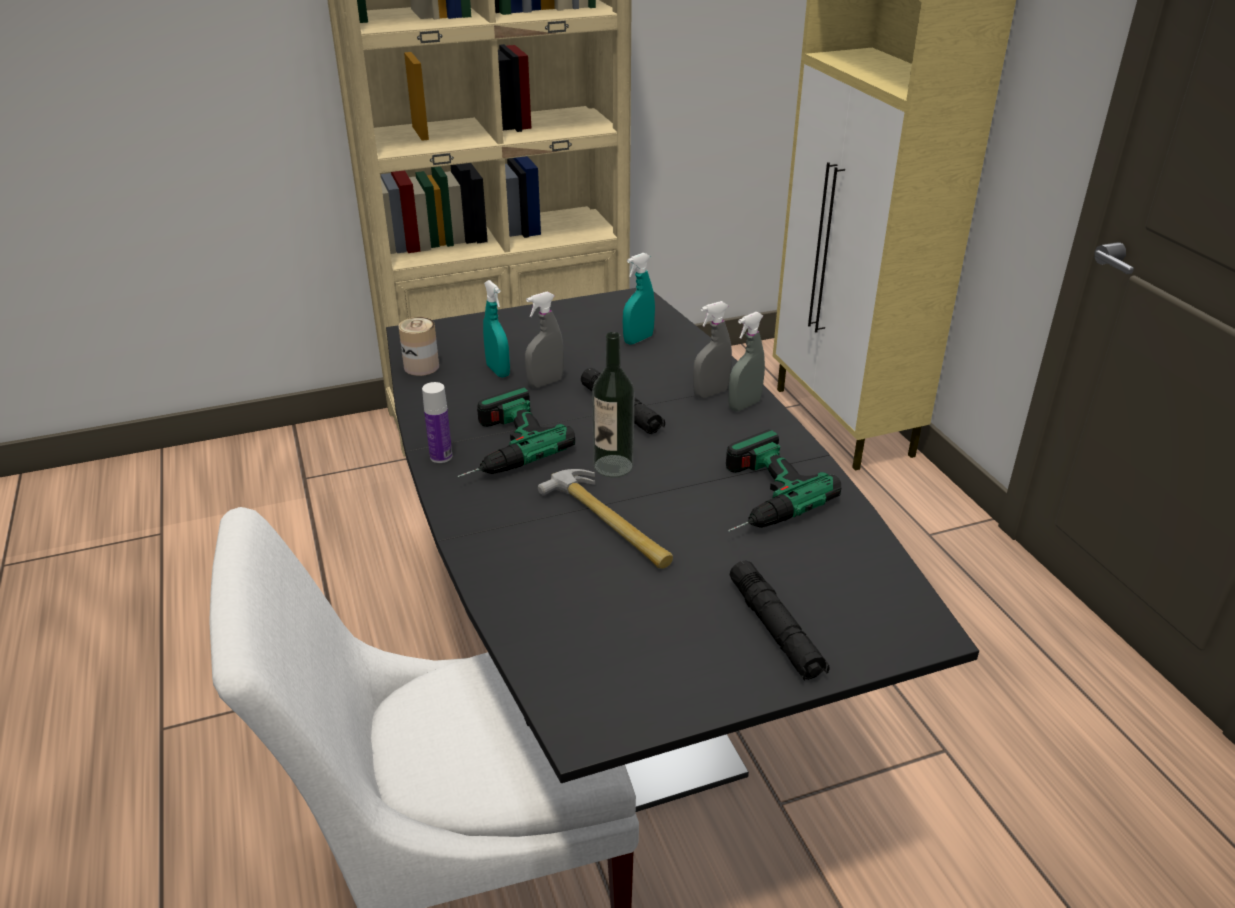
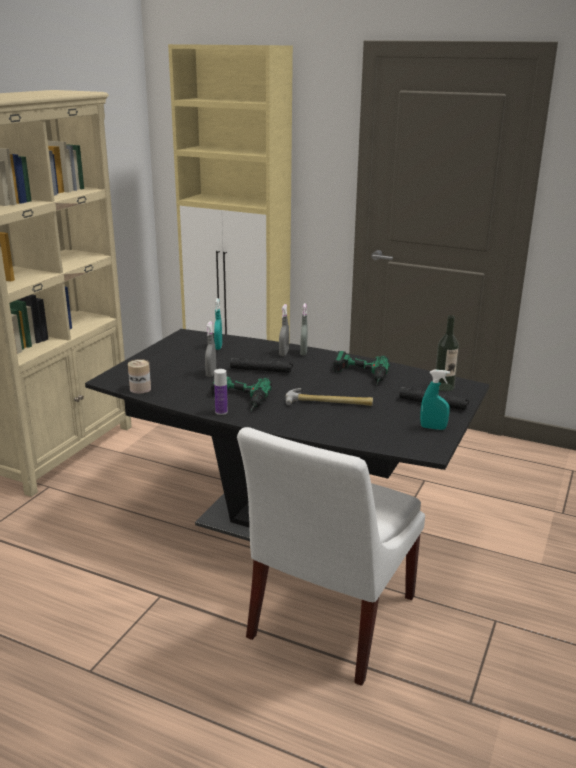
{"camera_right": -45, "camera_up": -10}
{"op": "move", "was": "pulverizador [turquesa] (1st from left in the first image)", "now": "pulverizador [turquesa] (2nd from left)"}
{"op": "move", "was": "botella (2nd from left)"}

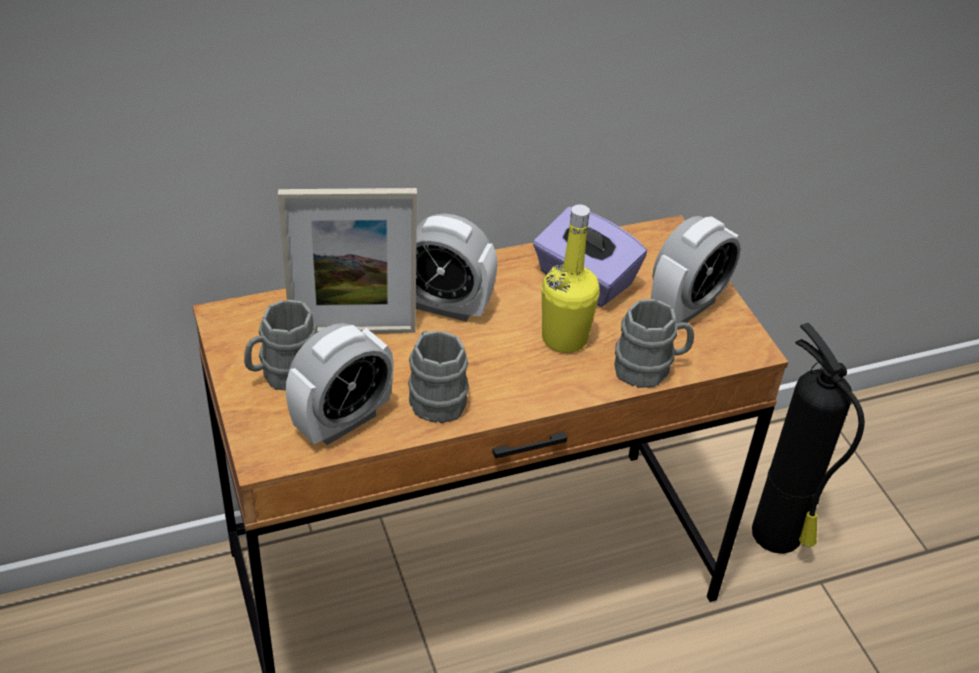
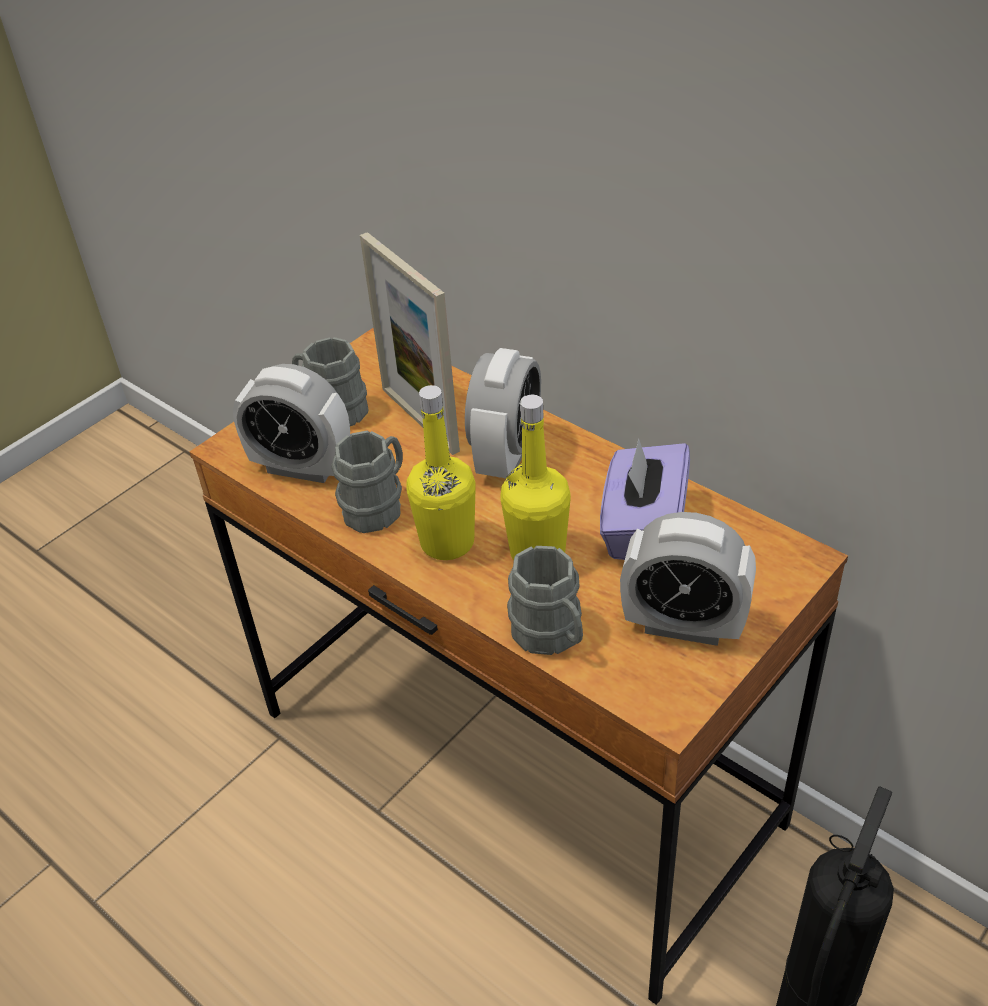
{"camera_right": 65, "camera_up": 0}
{"op": "rotate", "was": "despertador (2nd from left)", "clockwise": -150}
{"op": "insert", "now": "botella [amarillo] (1st from left)"}

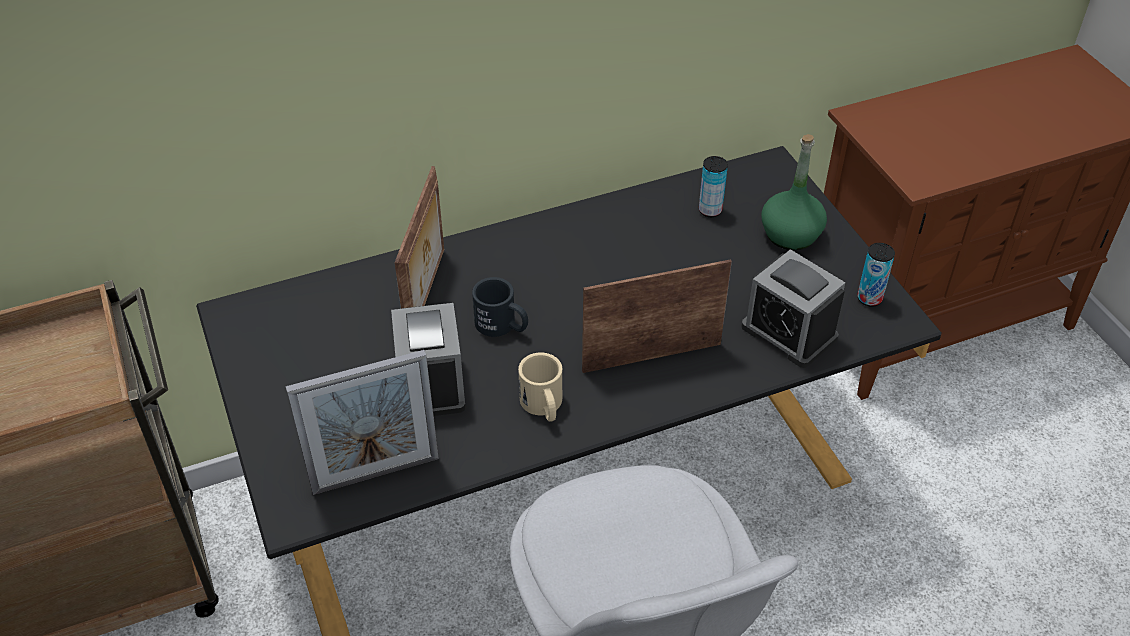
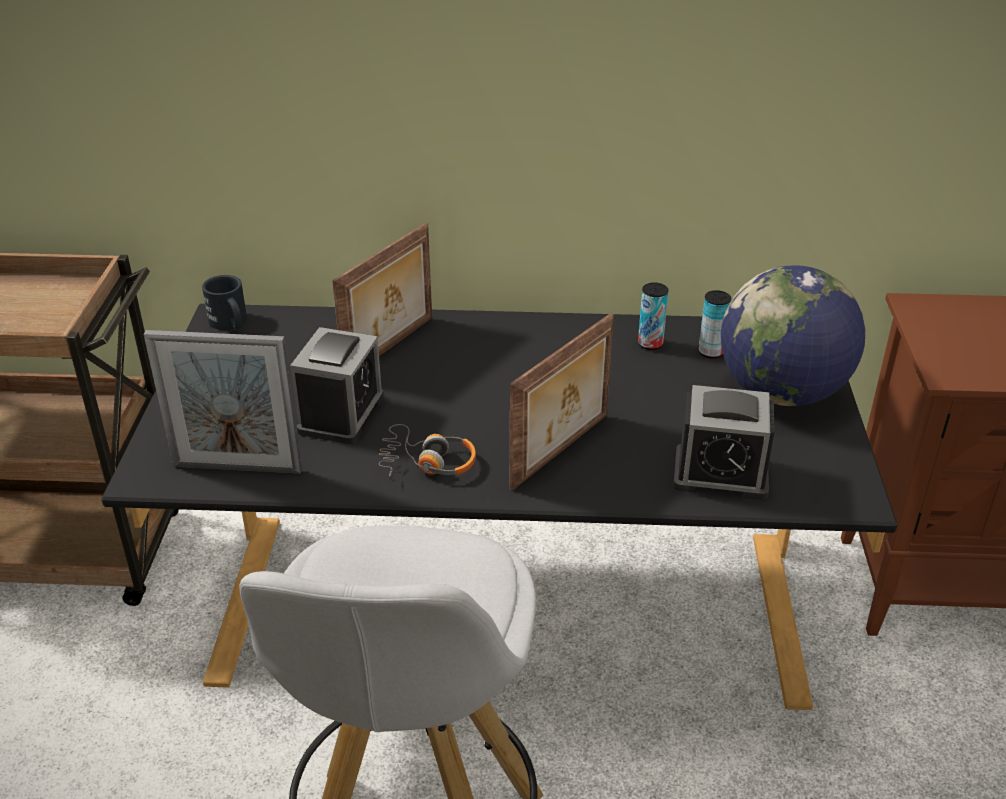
{"camera_right": 25, "camera_up": -10}
{"op": "replace", "was": "botella [verde]", "now": "globo terráqueo"}
{"op": "move", "was": "lata (2nd from left in the first image)", "now": "lata (1st from left)"}
{"op": "rotate", "was": "despertador (2nd from left)", "clockwise": -60}
{"op": "rotate", "was": "portarretratos (3rd from left)", "clockwise": 120}
{"op": "move", "was": "taza grande [negro]"}
{"op": "replace", "was": "taza grande [beis]", "now": "auriculares"}

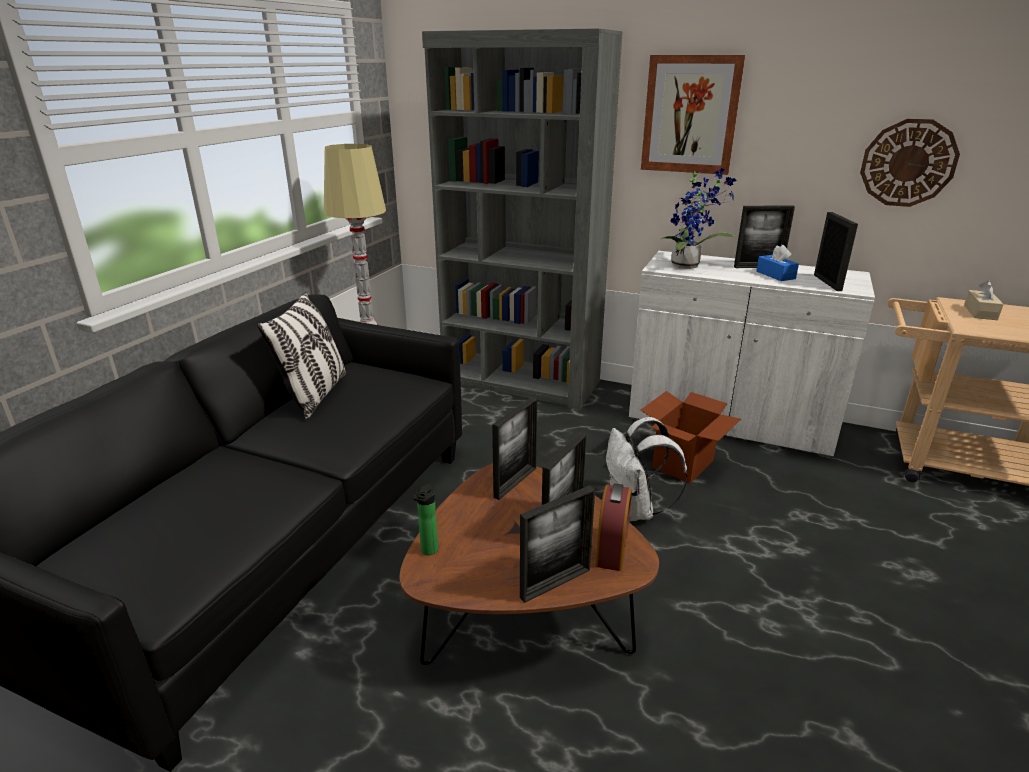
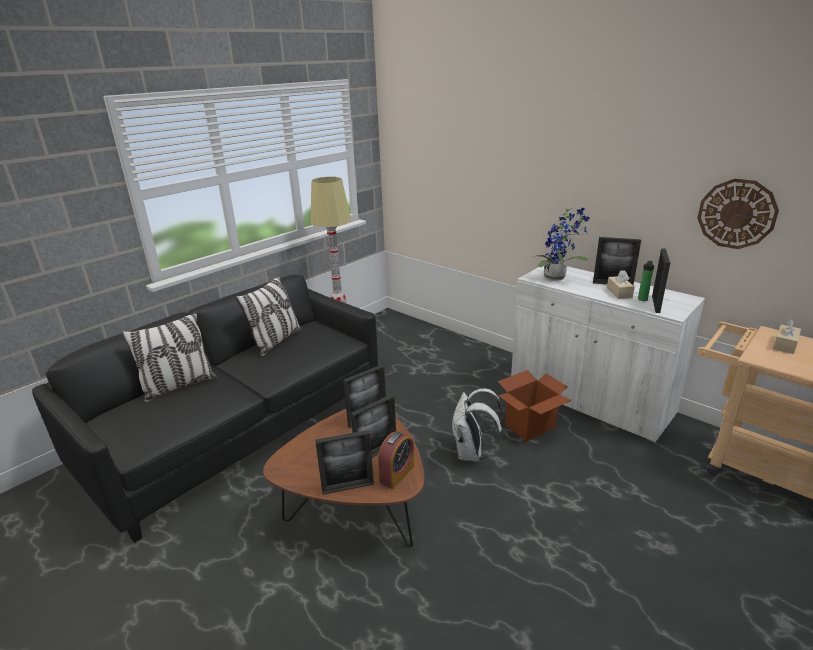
{"camera_right": 20, "camera_up": 0}
{"op": "delete", "was": "estantería [gris]"}
{"op": "delete", "was": "cuadro"}
{"op": "recolor", "was": "caja de pañuelos [azul]", "now": "caja de pañuelos [beis] (1st from left)"}
{"op": "move", "was": "botella"}
{"op": "insert", "now": "cojín (1st from left)"}

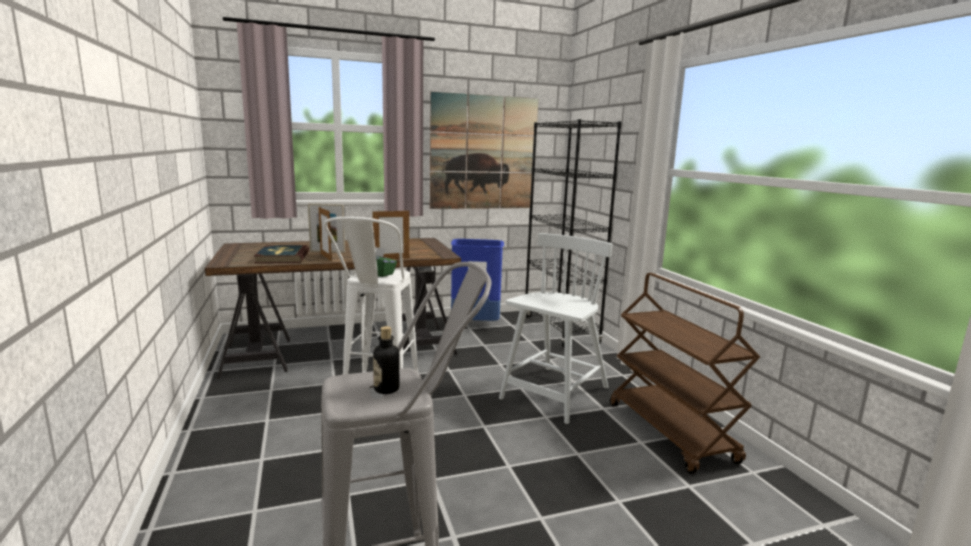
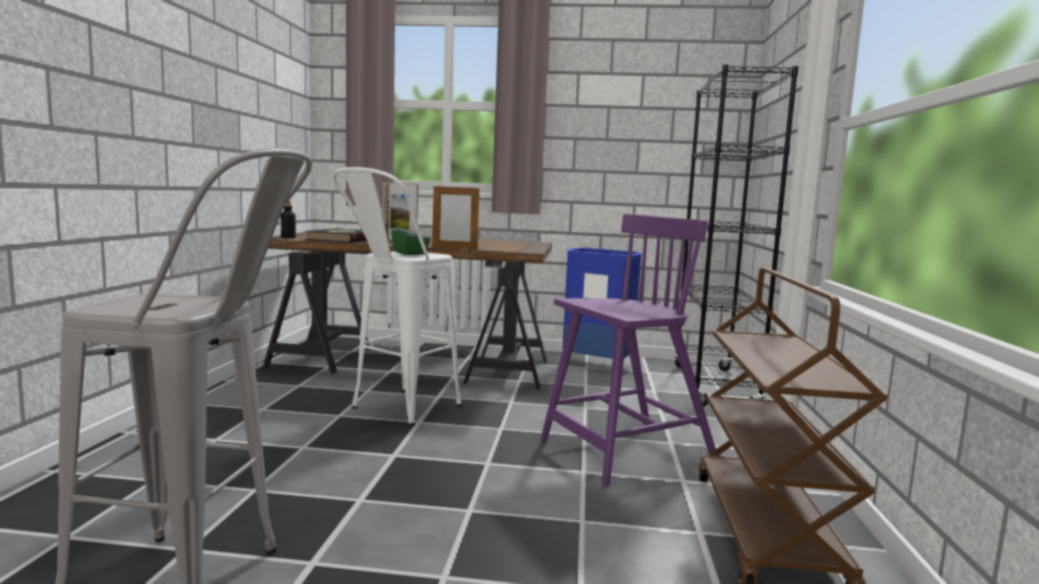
{"camera_right": 25, "camera_up": -5}
{"op": "delete", "was": "cuadro"}
{"op": "recolor", "was": "silla [blanco]", "now": "silla [morado]"}
{"op": "move", "was": "botella"}

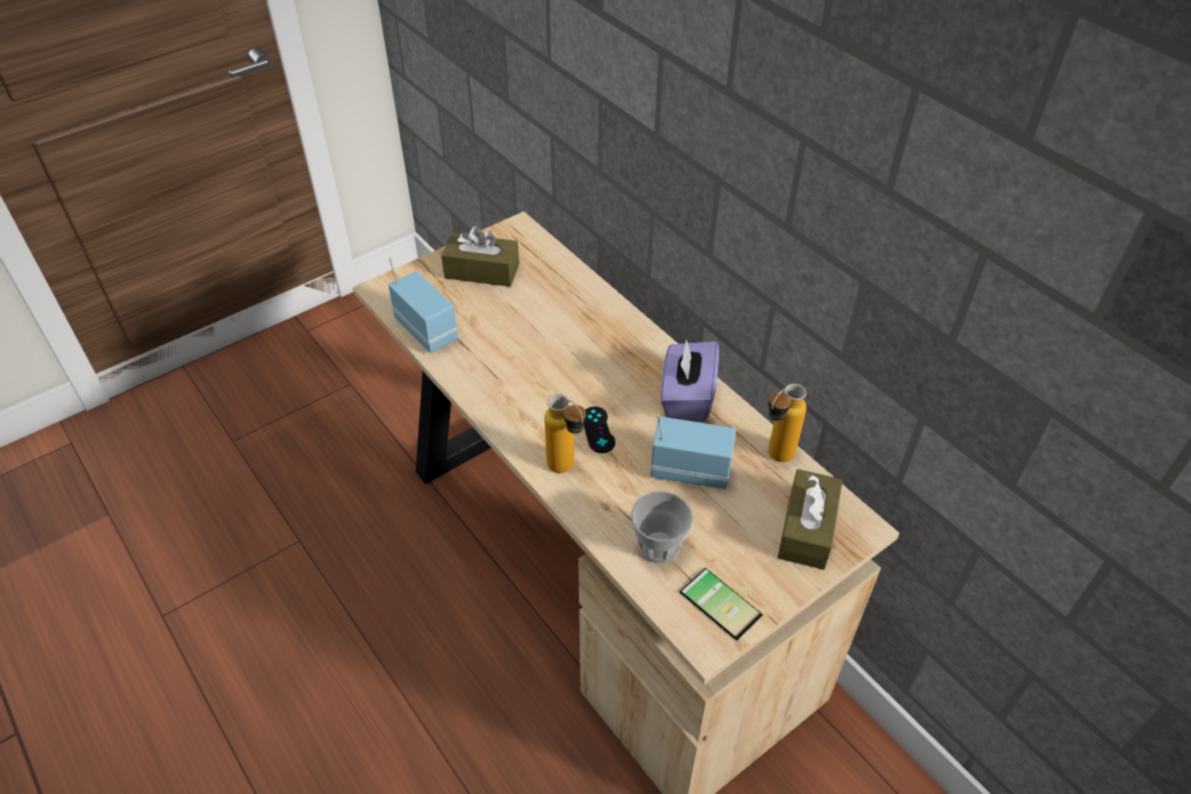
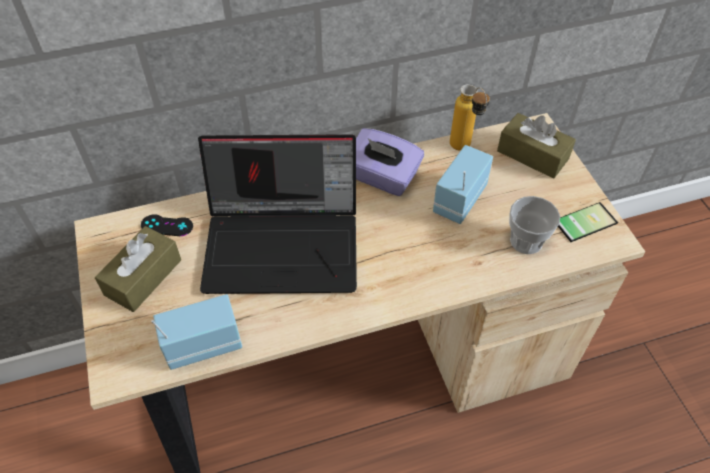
{"camera_right": -70, "camera_up": 5}
{"op": "delete", "was": "botella (1st from left)"}
{"op": "move", "was": "mando de consola [negro]"}
{"op": "insert", "now": "portátil"}

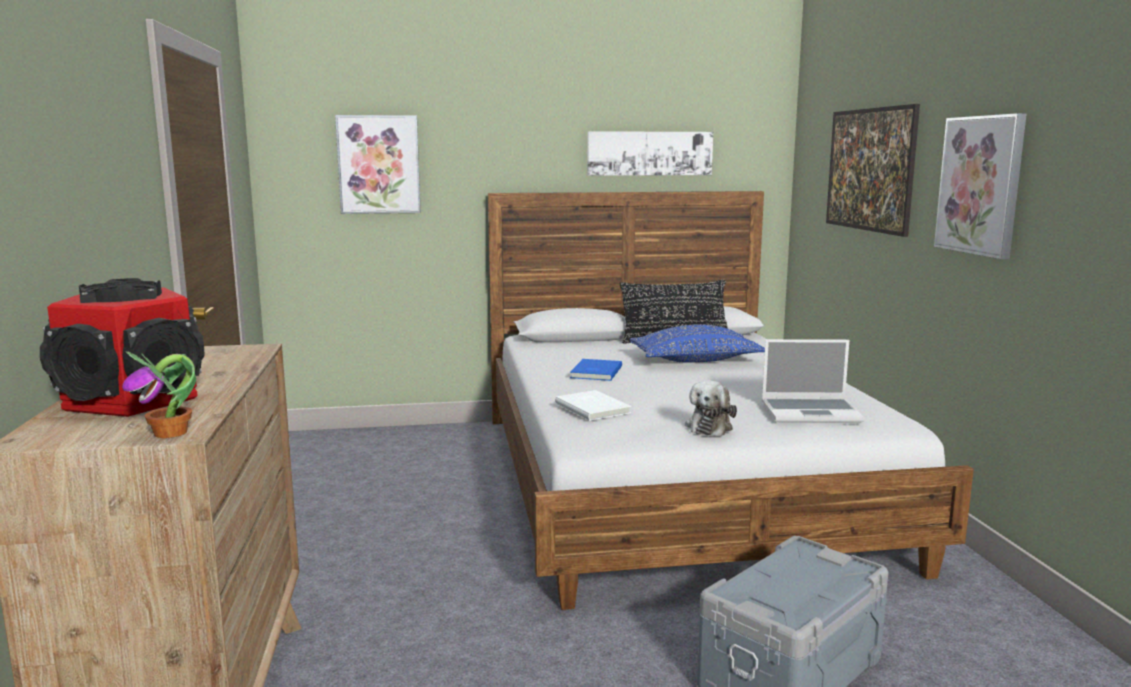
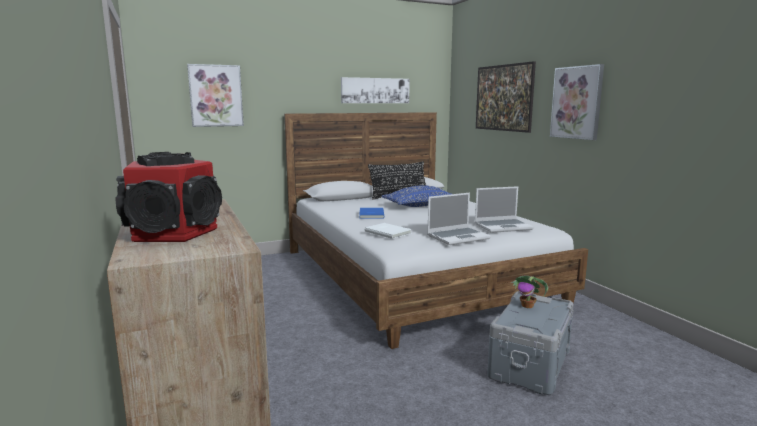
{"camera_right": -15, "camera_up": 0}
{"op": "move", "was": "planta en maceta"}
{"op": "replace", "was": "peluche", "now": "portátil (1st from left)"}

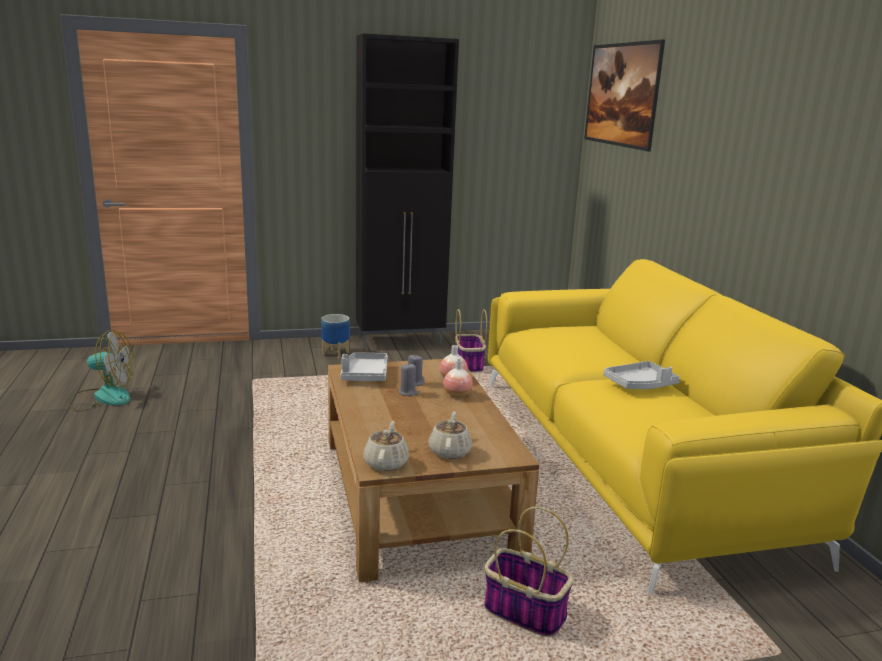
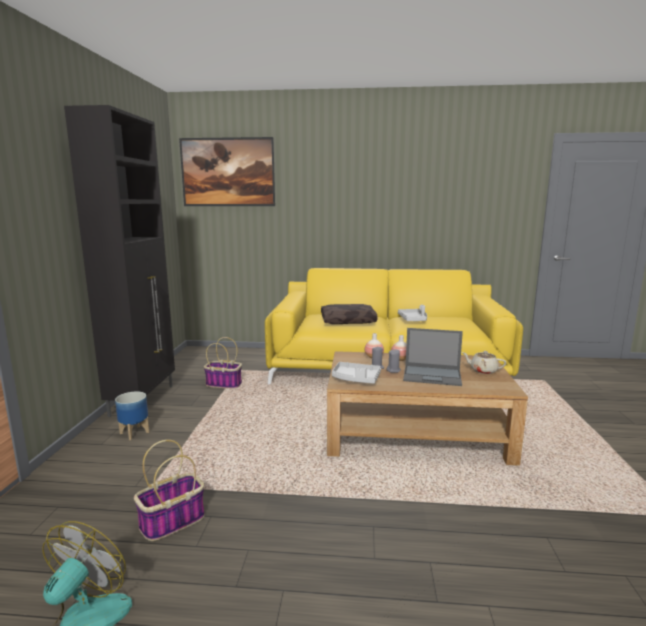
{"camera_right": -70, "camera_up": -5}
{"op": "delete", "was": "tetera [beis] (1st from left)"}
{"op": "move", "was": "cesta (2nd from left in the first image)", "now": "cesta (1st from left)"}
{"op": "insert", "now": "cojín [marrón]"}
{"op": "insert", "now": "portátil"}

